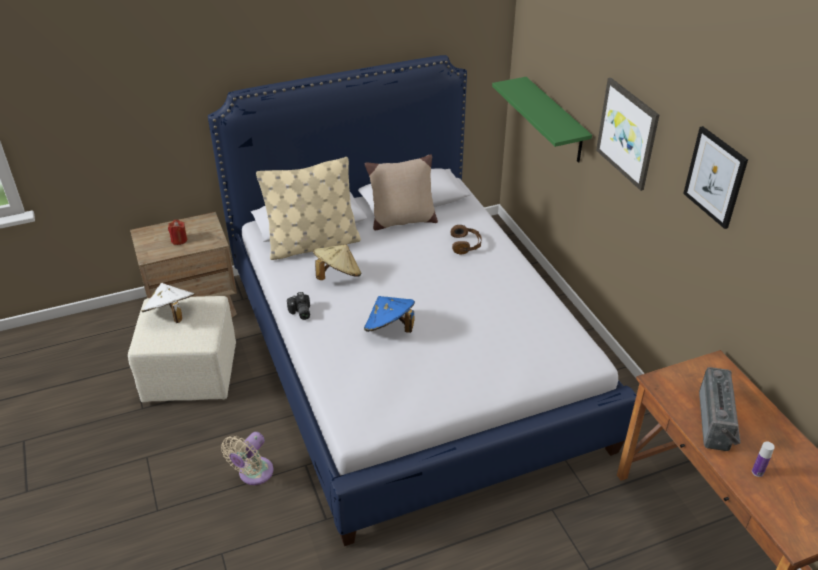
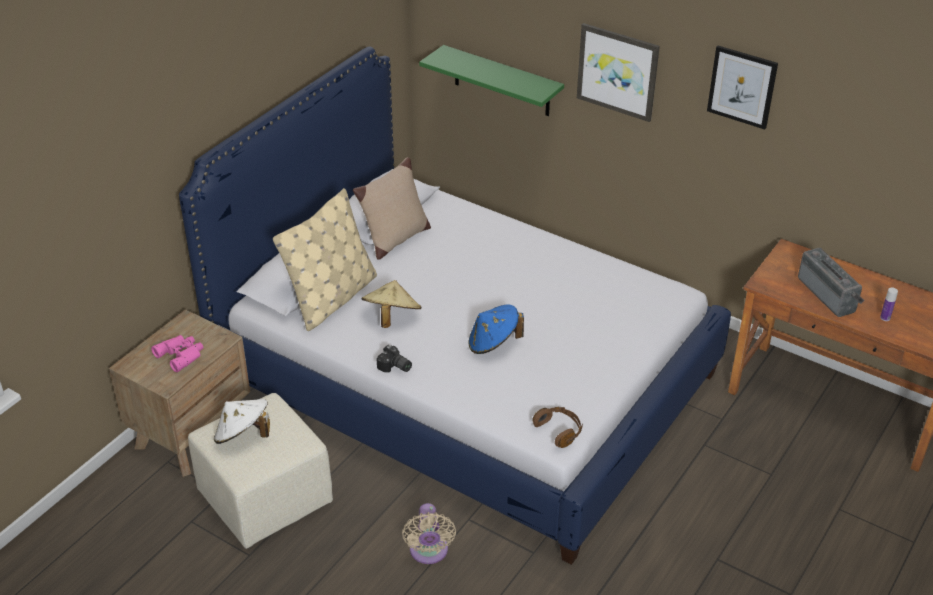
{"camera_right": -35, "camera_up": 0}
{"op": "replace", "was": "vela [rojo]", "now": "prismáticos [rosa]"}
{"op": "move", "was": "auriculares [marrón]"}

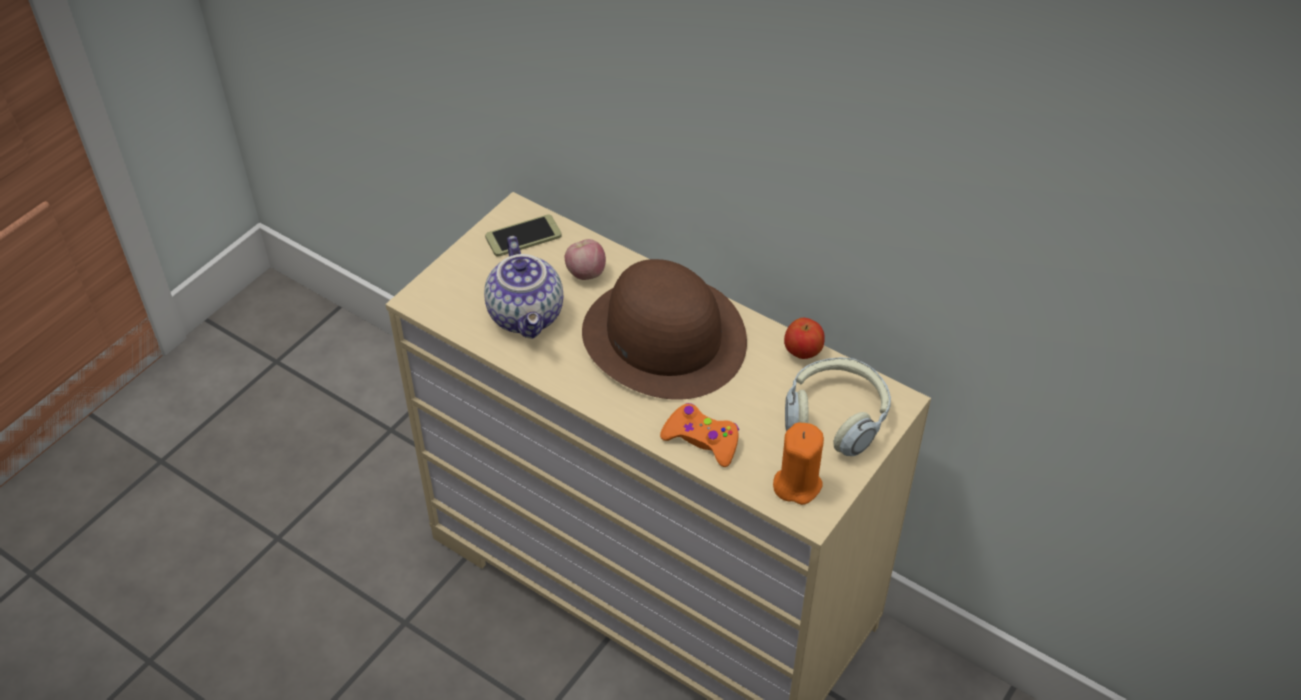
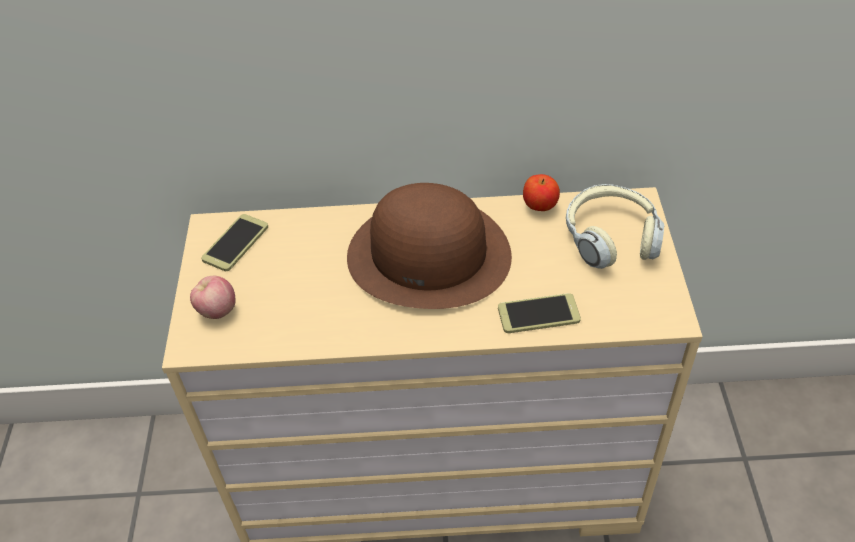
{"camera_right": -35, "camera_up": 0}
{"op": "delete", "was": "tetera"}
{"op": "move", "was": "manzana (1st from left)"}
{"op": "replace", "was": "mando de consola [naranja]", "now": "móvil (2nd from left)"}
{"op": "delete", "was": "vela [naranja]"}

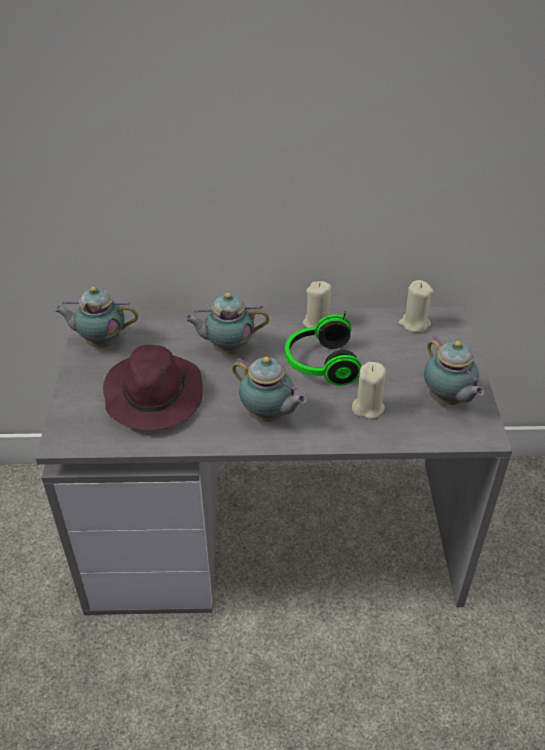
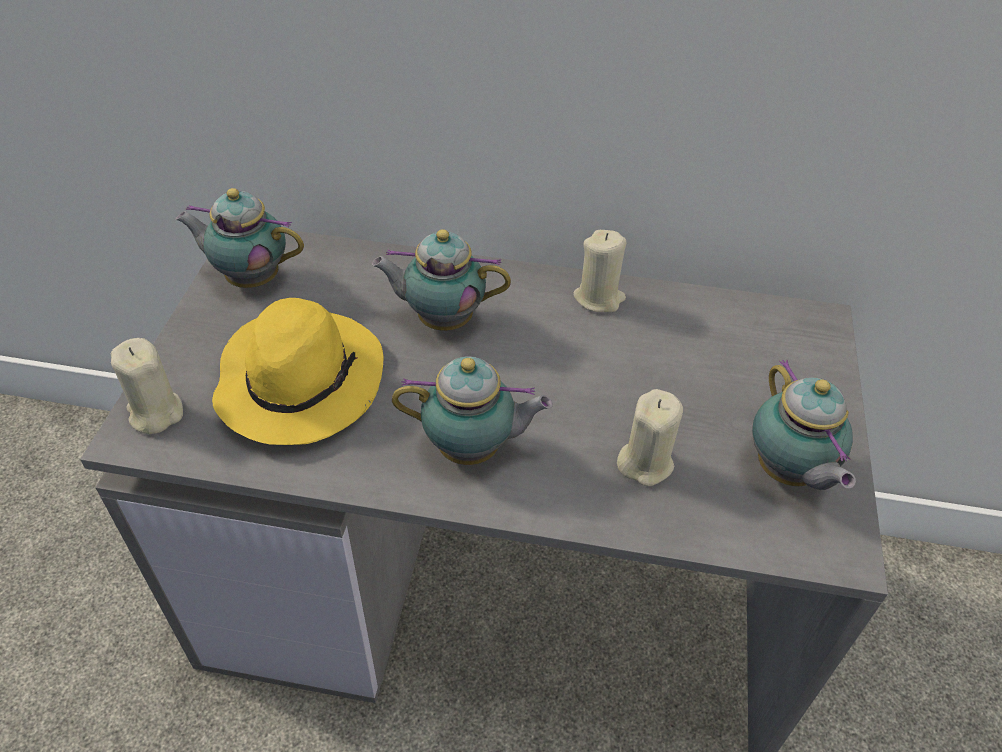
{"camera_right": 10, "camera_up": 5}
{"op": "move", "was": "vela [beis] (3rd from left in the first image)", "now": "vela [beis] (1st from left)"}
{"op": "delete", "was": "auriculares"}
{"op": "recolor", "was": "sombrero [morado]", "now": "sombrero [amarillo]"}
{"op": "rotate", "was": "tetera (3rd from left)", "clockwise": -45}

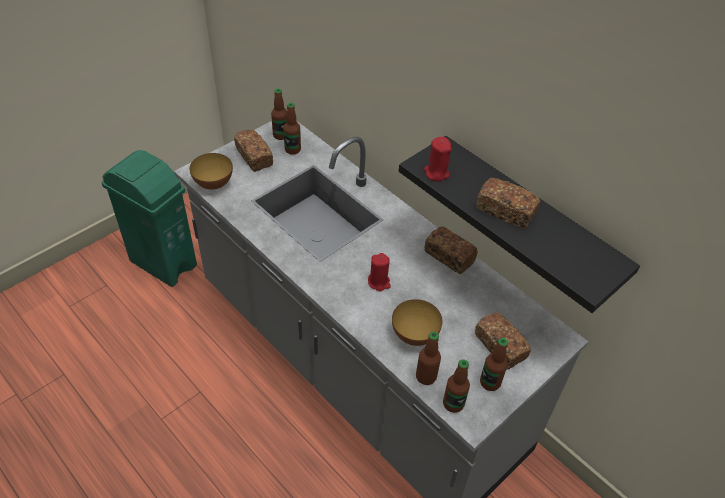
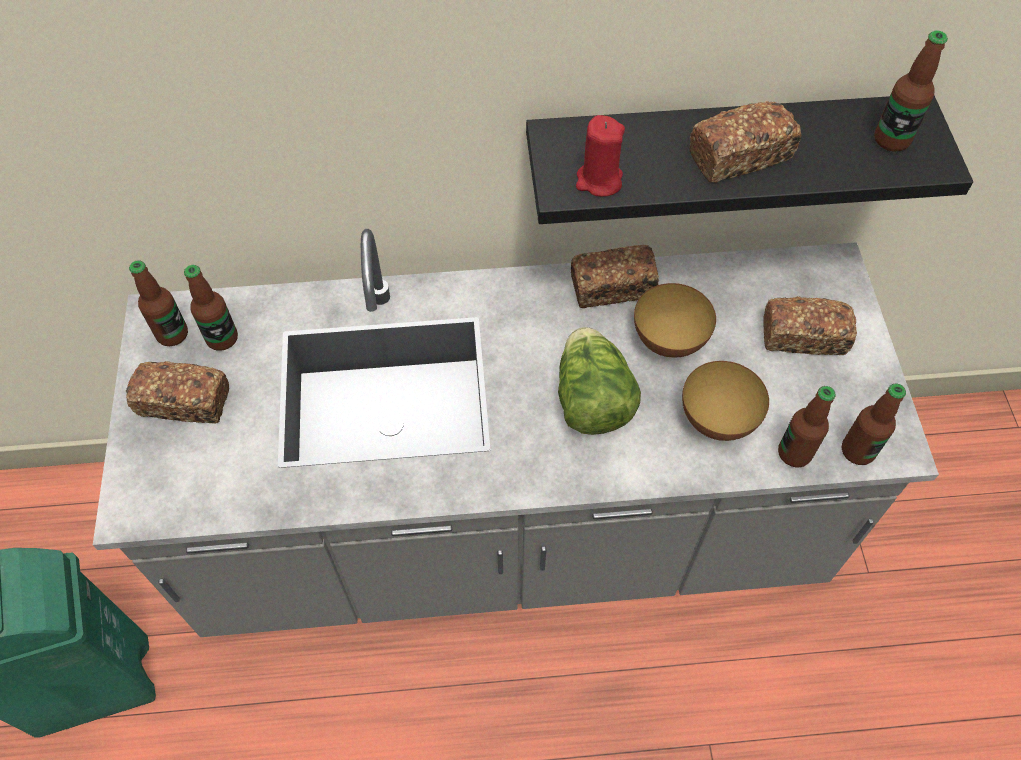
{"camera_right": -50, "camera_up": 10}
{"op": "move", "was": "cuenco (1st from left)"}
{"op": "replace", "was": "vela [rojo] (1st from left)", "now": "lechuga"}
{"op": "move", "was": "botella (5th from left)"}

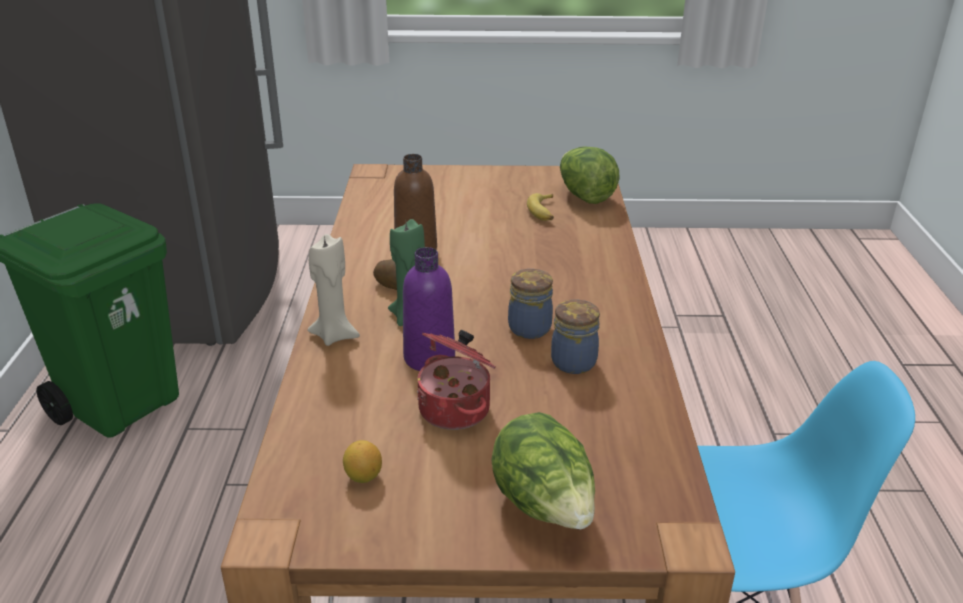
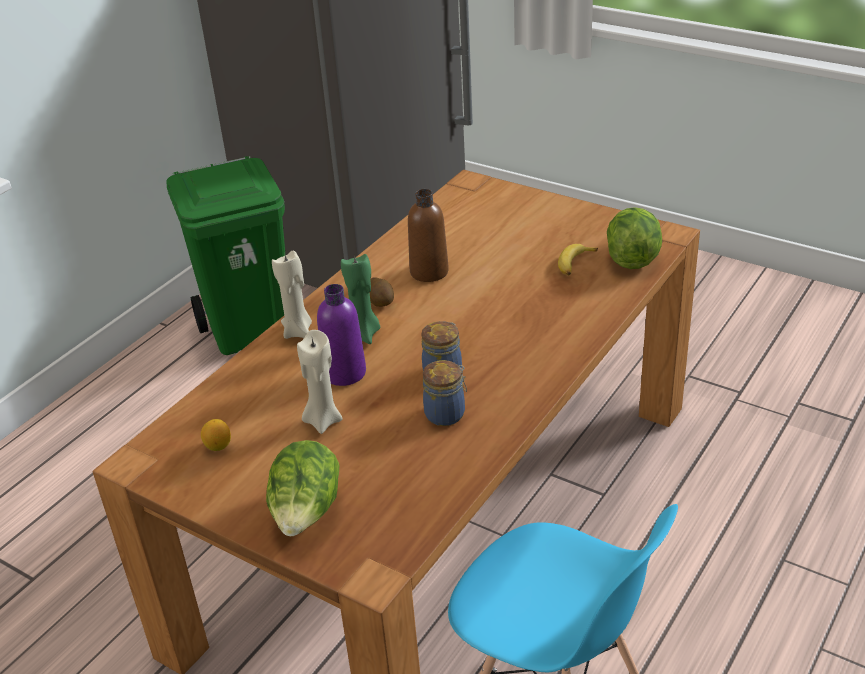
{"camera_right": 35, "camera_up": 5}
{"op": "replace", "was": "olla", "now": "vela [beis] (2nd from left)"}

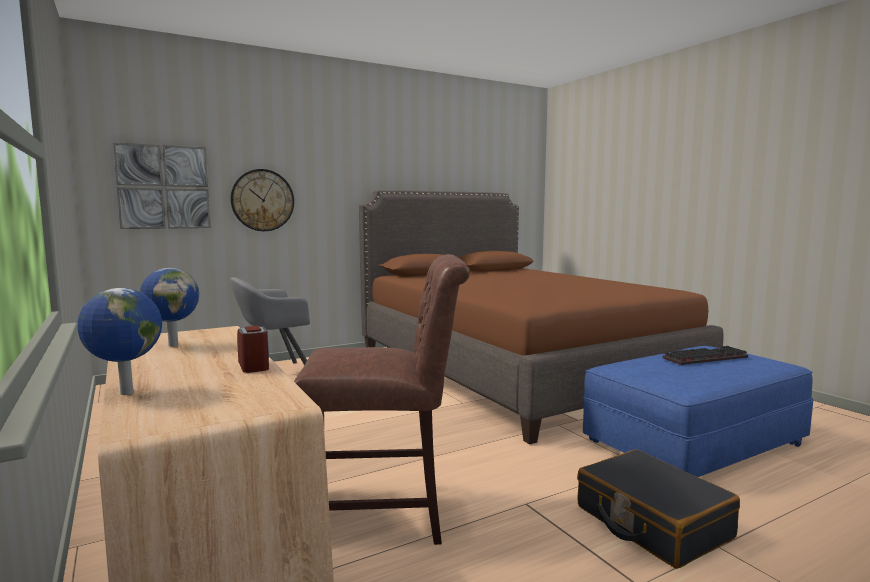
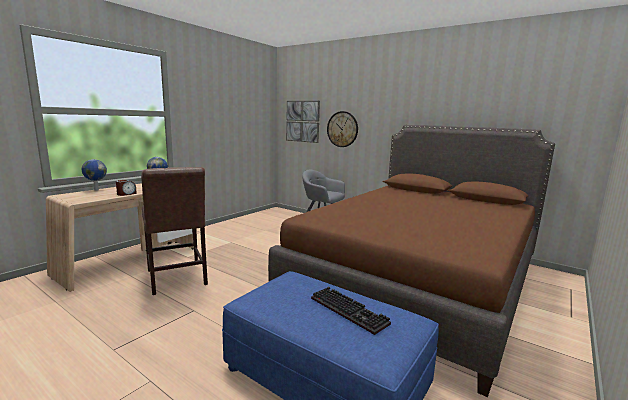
{"camera_right": 65, "camera_up": 5}
{"op": "delete", "was": "maleta [negro]"}

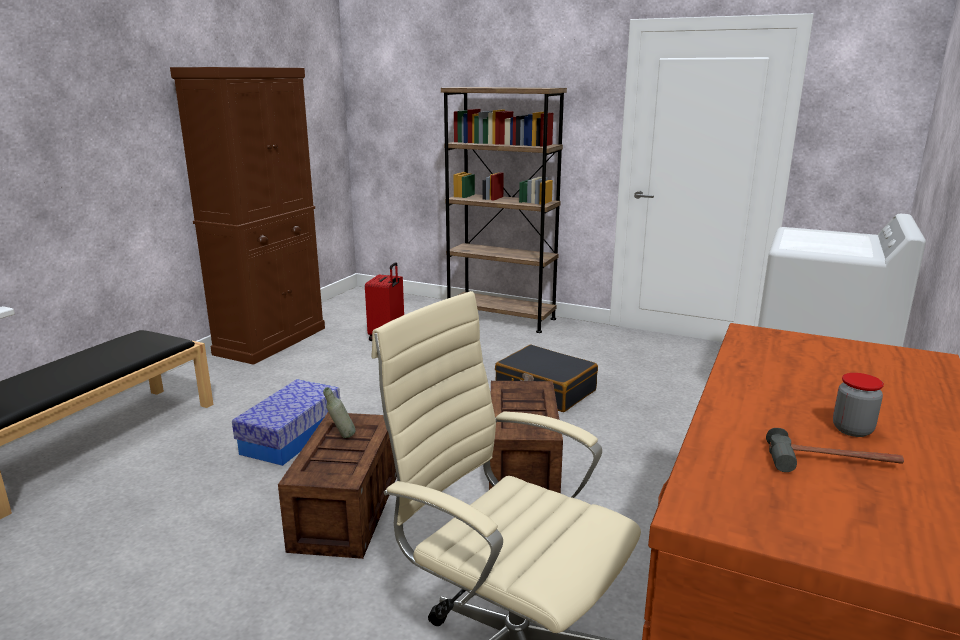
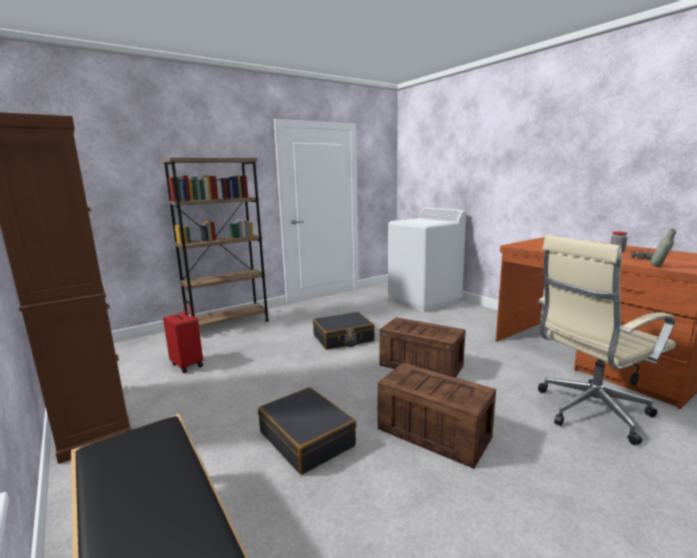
{"camera_right": -60, "camera_up": -5}
{"op": "replace", "was": "caja de almacenaje", "now": "maleta [negro] (1st from left)"}
{"op": "move", "was": "botella [gris]"}

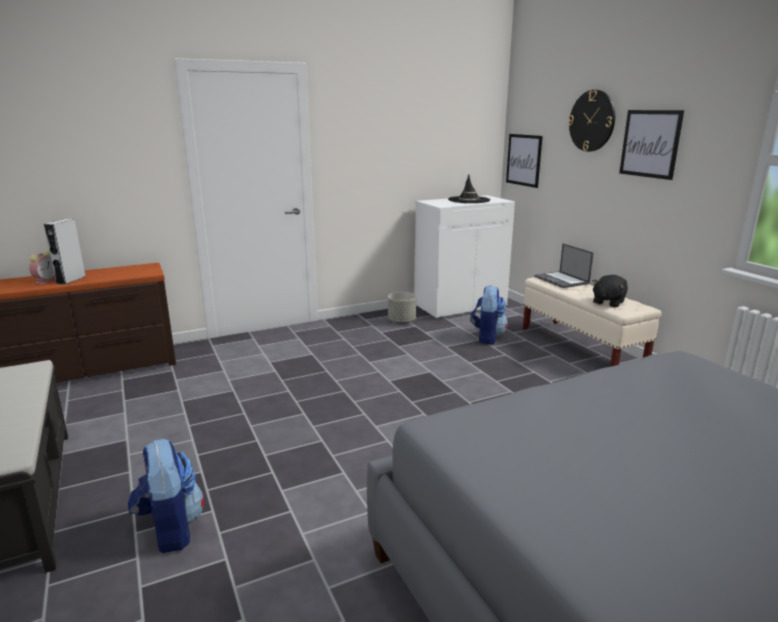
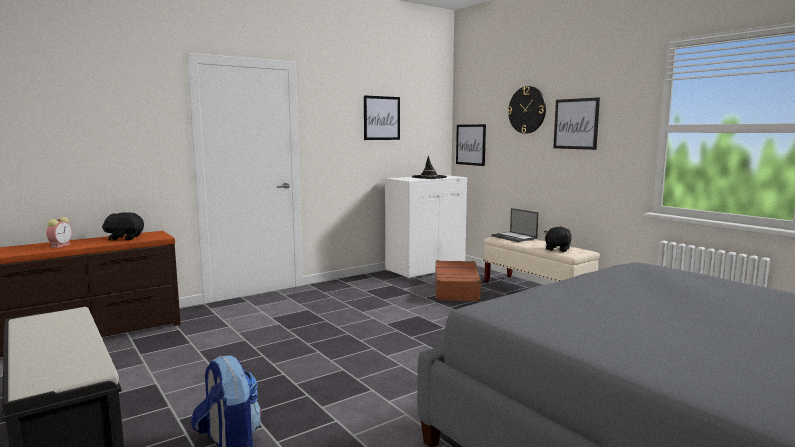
{"camera_right": -10, "camera_up": -10}
{"op": "delete", "was": "altavoz [gris]"}
{"op": "replace", "was": "mochila (2nd from left)", "now": "maleta [marrón]"}
{"op": "delete", "was": "maceta [gris]"}
{"op": "insert", "now": "cuadro (1st from left)"}
{"op": "insert", "now": "peluche [negro] (1st from left)"}

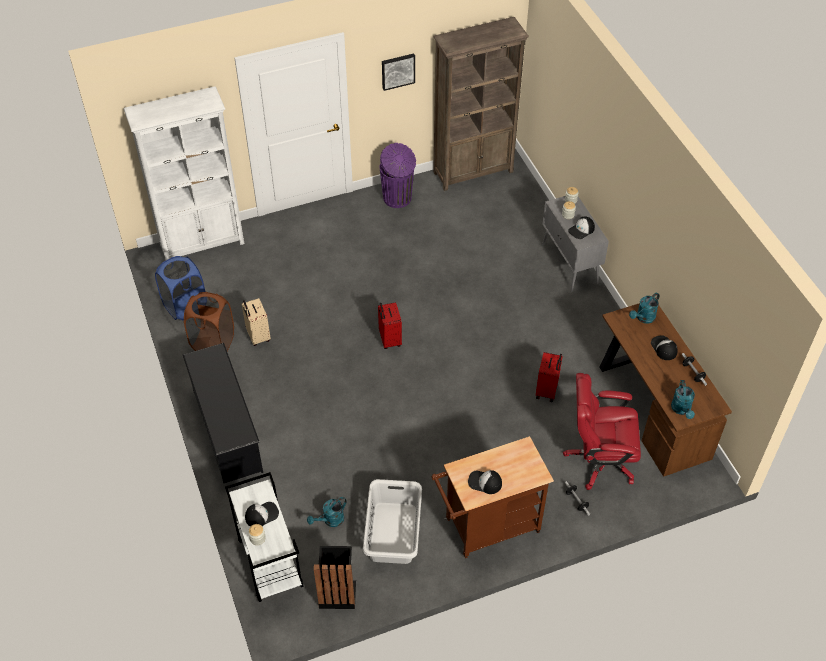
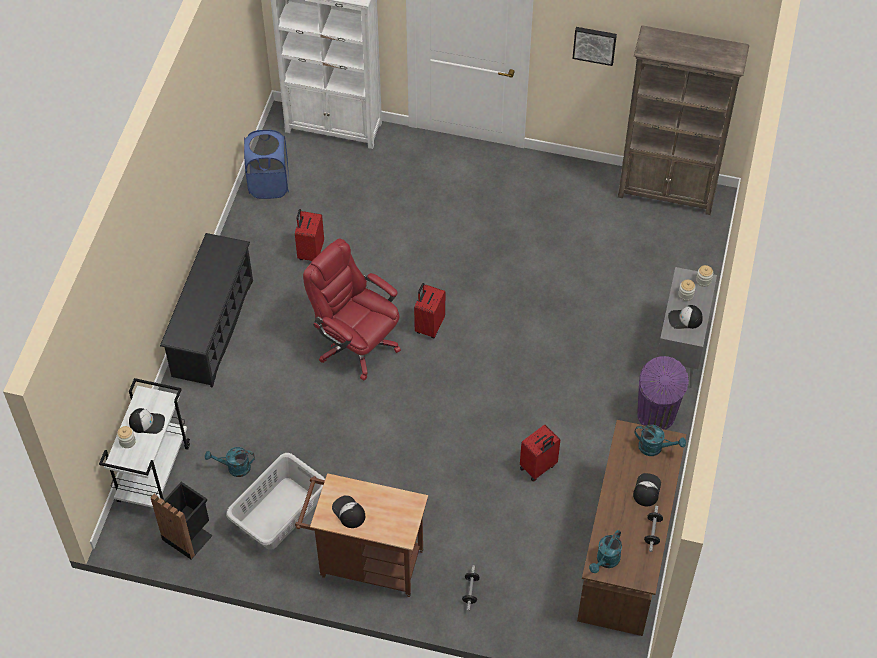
{"camera_right": 35, "camera_up": 5}
{"op": "move", "was": "papelera [morado]"}
{"op": "delete", "was": "cesto de la ropa [marrón]"}
{"op": "rotate", "was": "regadera [turquesa] (2nd from left in the first image)", "clockwise": -150}
{"op": "recolor", "was": "maleta [beis]", "now": "maleta [rojo] (1st from left)"}
{"op": "move", "was": "silla de oficina [rojo]"}

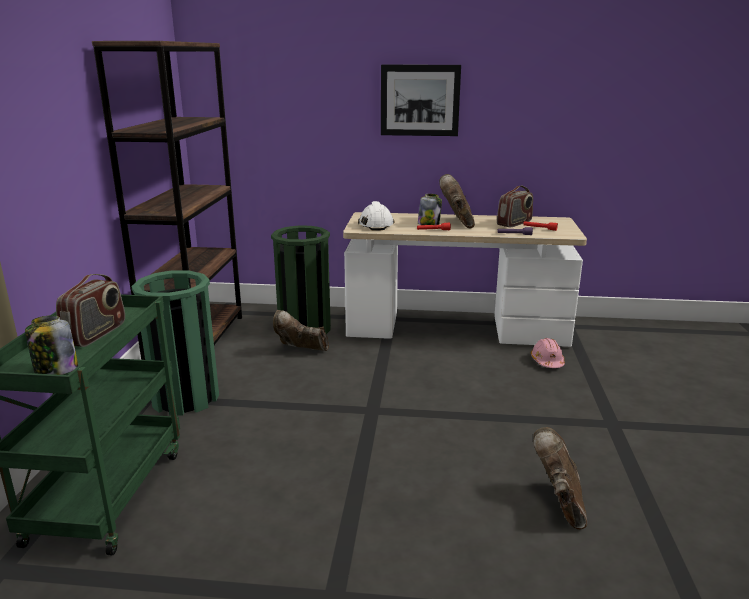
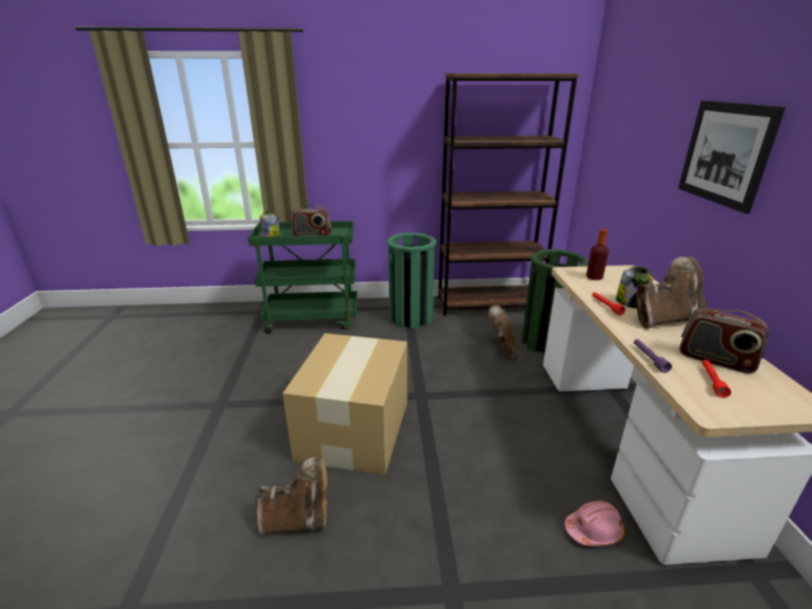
{"camera_right": 80, "camera_up": 5}
{"op": "replace", "was": "casco [blanco]", "now": "botella"}
{"op": "insert", "now": "caja de cartón"}

